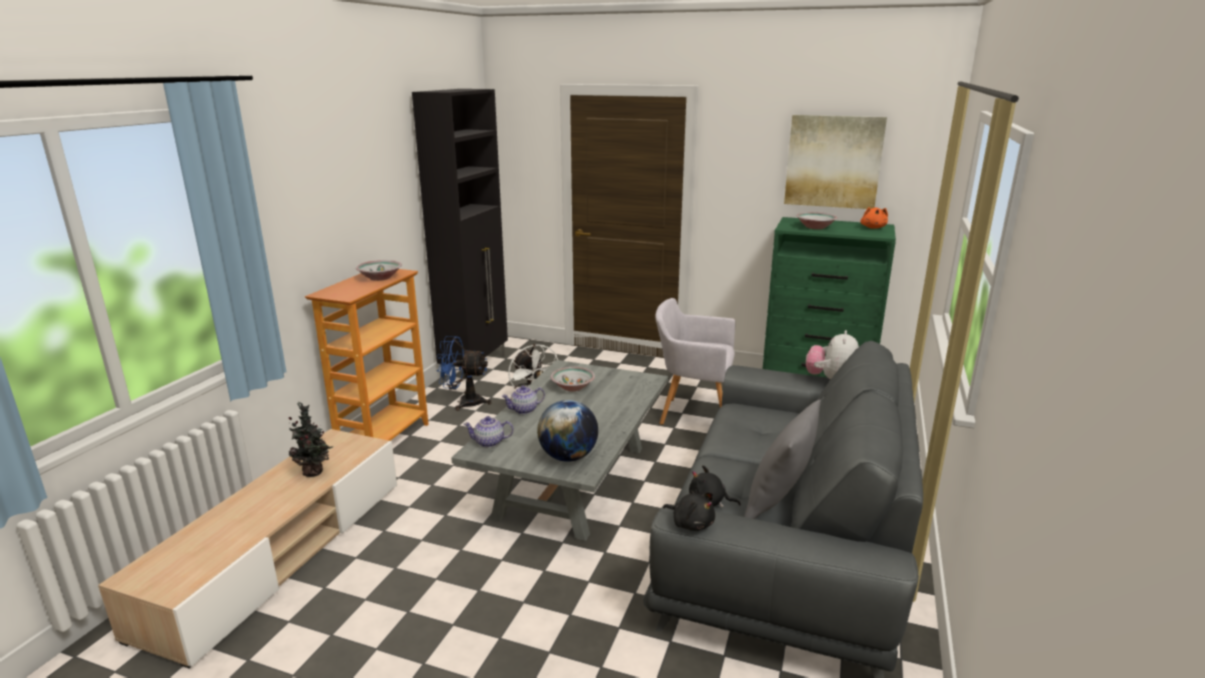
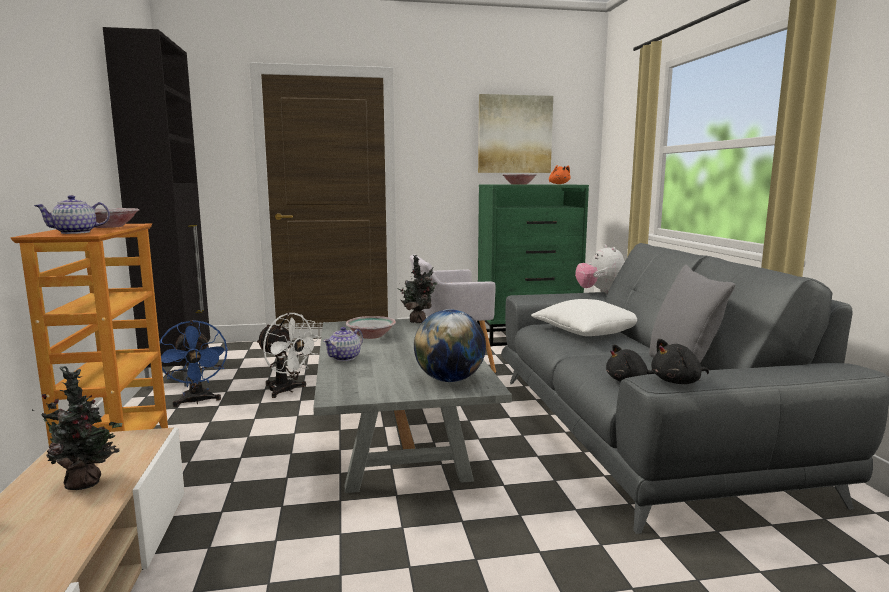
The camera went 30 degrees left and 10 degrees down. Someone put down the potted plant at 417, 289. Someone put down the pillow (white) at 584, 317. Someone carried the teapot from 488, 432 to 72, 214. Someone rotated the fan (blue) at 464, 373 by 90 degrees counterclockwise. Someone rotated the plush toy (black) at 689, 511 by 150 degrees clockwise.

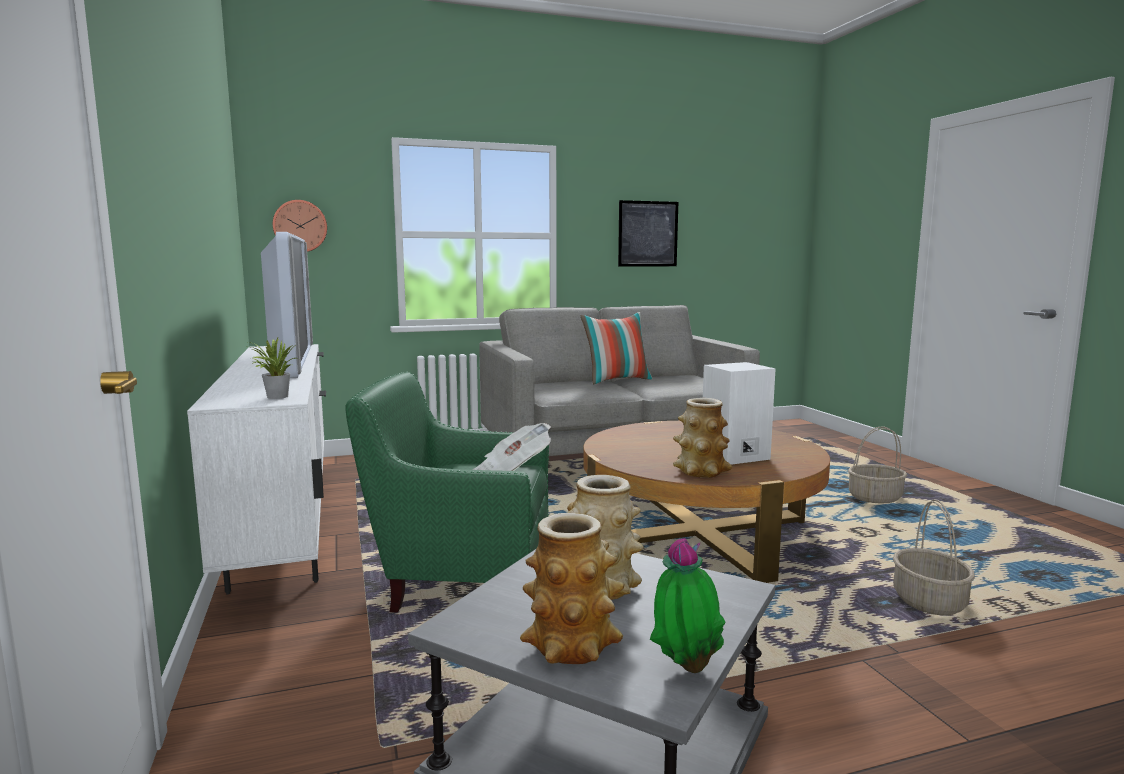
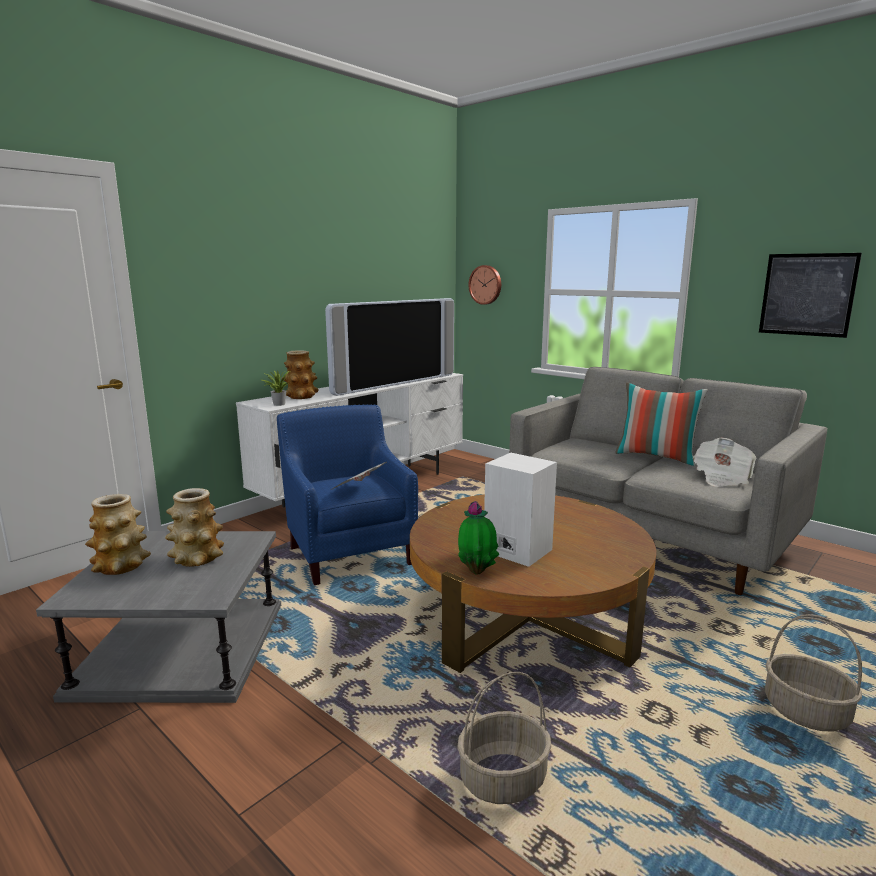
The camera went 60 degrees right and 5 degrees up. Someone put down the newspaper at 724, 462. Someone carried the potted plant from 688, 605 to 479, 537. Someone carried the vase from 702, 438 to 300, 374. Someone repainted the armchair (green) at 447, 492, which became the armchair (blue) at 347, 495.

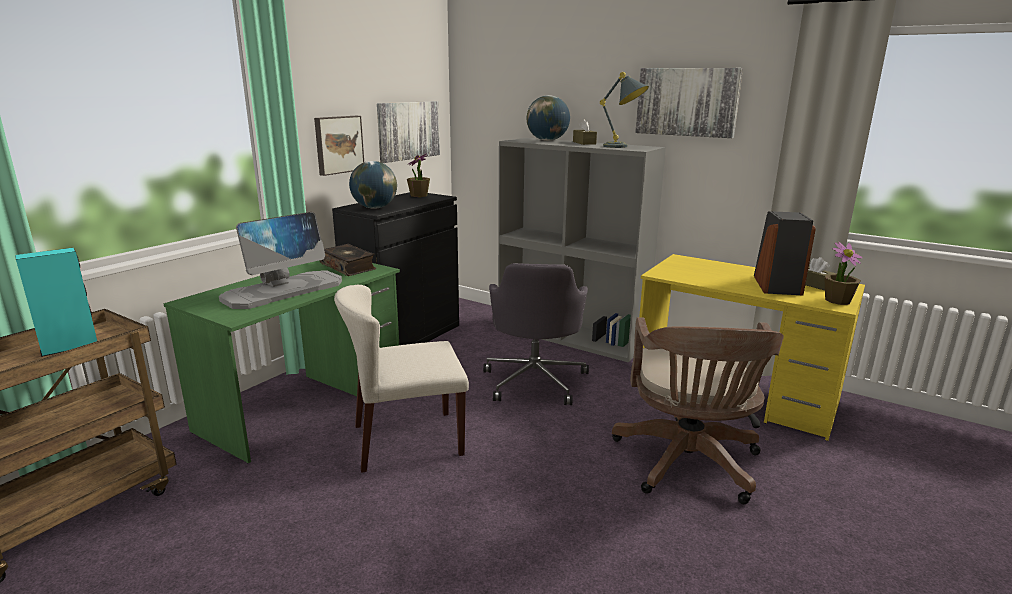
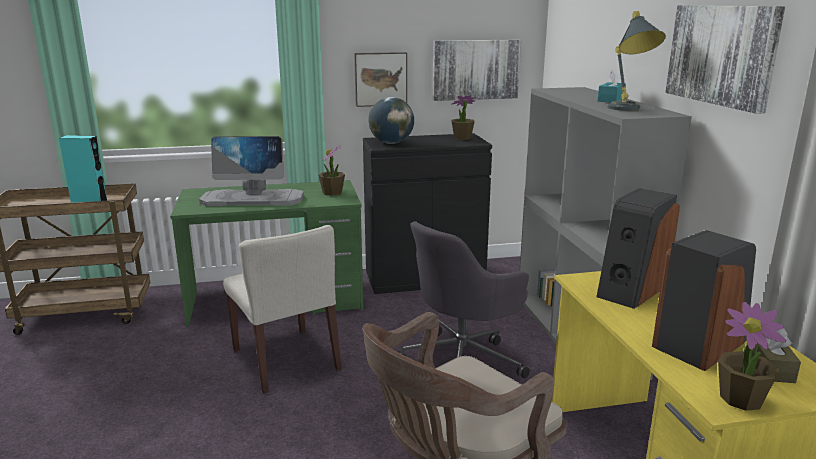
The camera went 45 degrees right and 0 degrees up. Someone took away the globe at 548, 118. Someone put down the speaker at 638, 248. Someone swapped the book at 348, 260 for the potted plant at 331, 171. Someone repainted the tissue box (brown) at 585, 132, which became the tissue box (turquoise) at 612, 86. Someone rotated the chair (beige) at 401, 379 by 150 degrees counterclockwise.

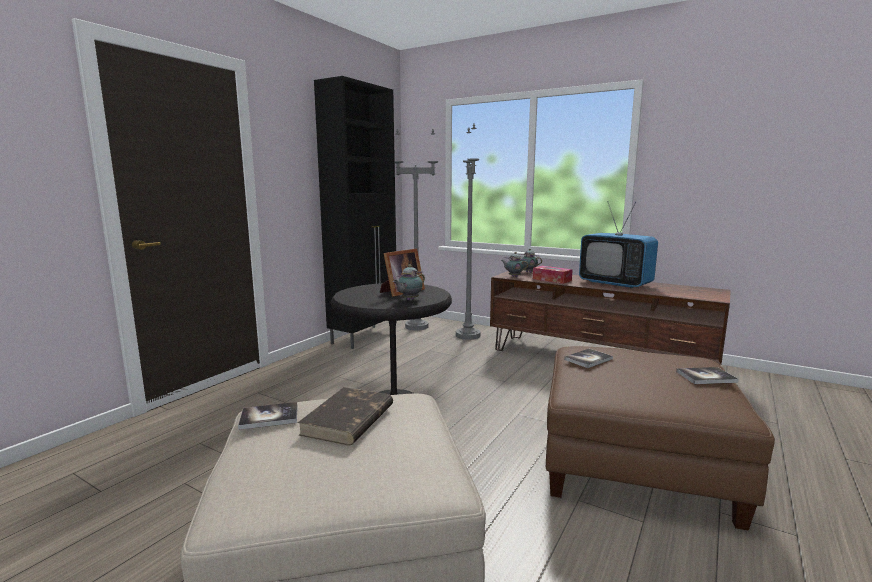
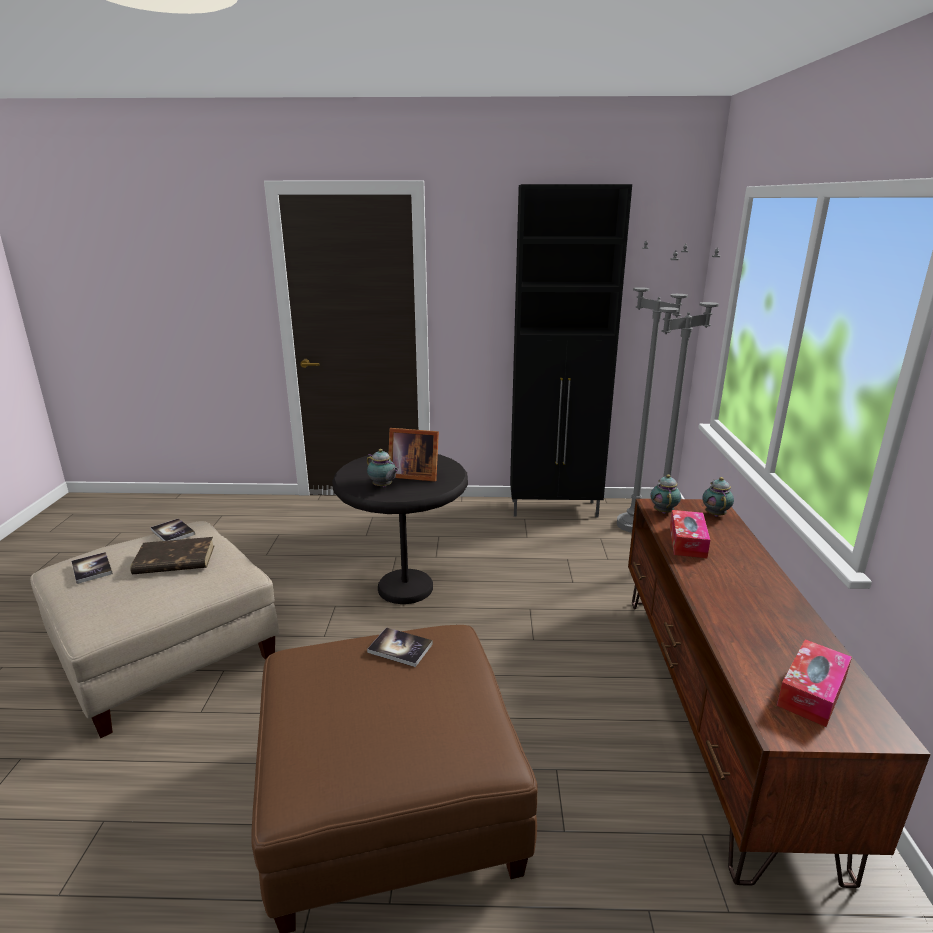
The camera went 60 degrees right and 10 degrees up. Someone took away the television at 618, 244. Someone put down the tissue box at 814, 683. Someone carried the book from 707, 375 to 92, 568. Someone rotated the teapot at 409, 282 by 150 degrees counterclockwise.

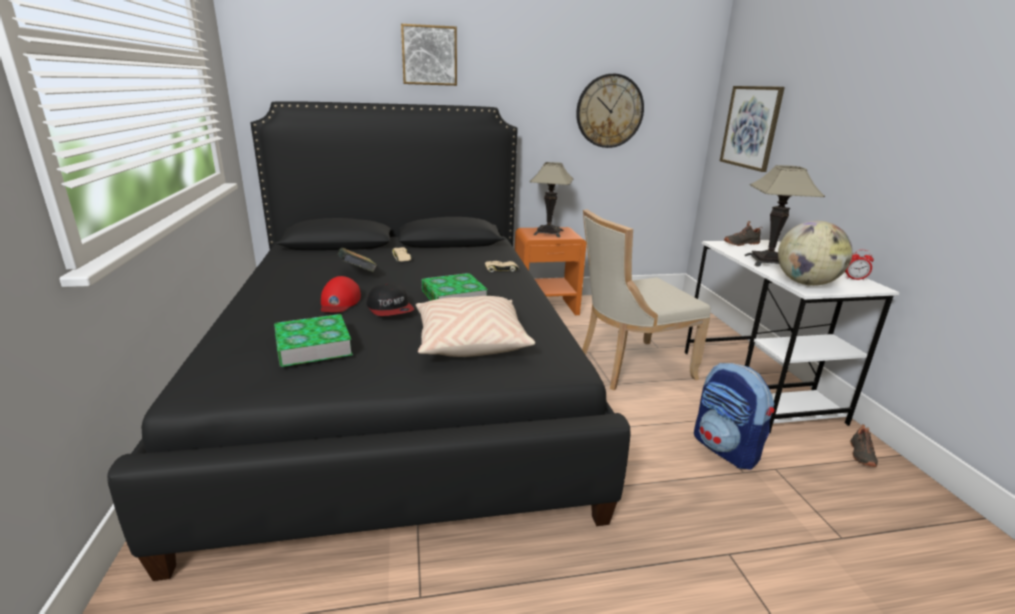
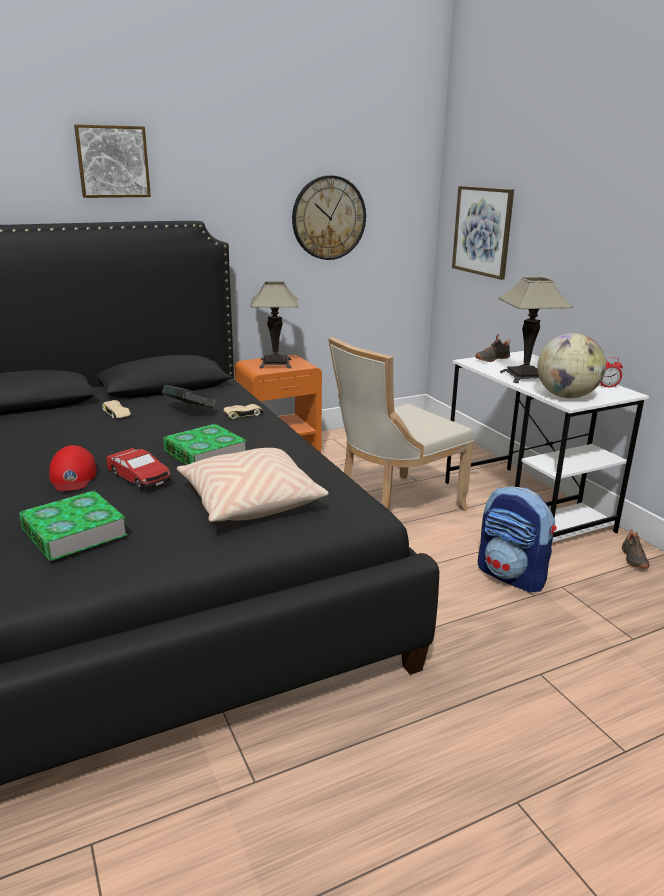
The camera went 15 degrees left and 0 degrees up. Someone carried the book from 357, 260 to 189, 396. Someone swapped the cap at 390, 299 for the toy car at 138, 468.

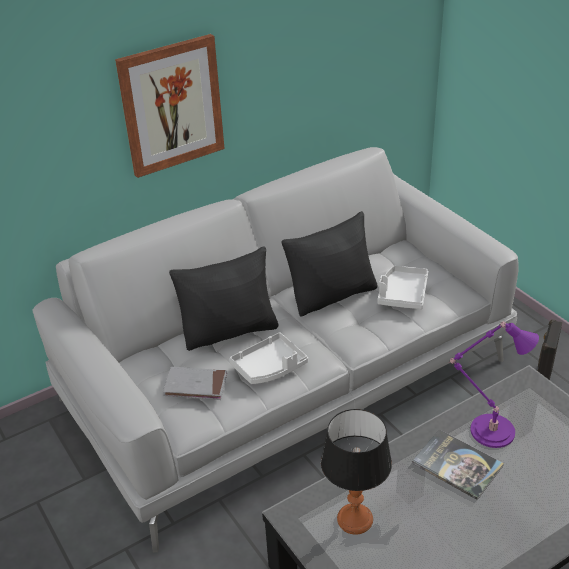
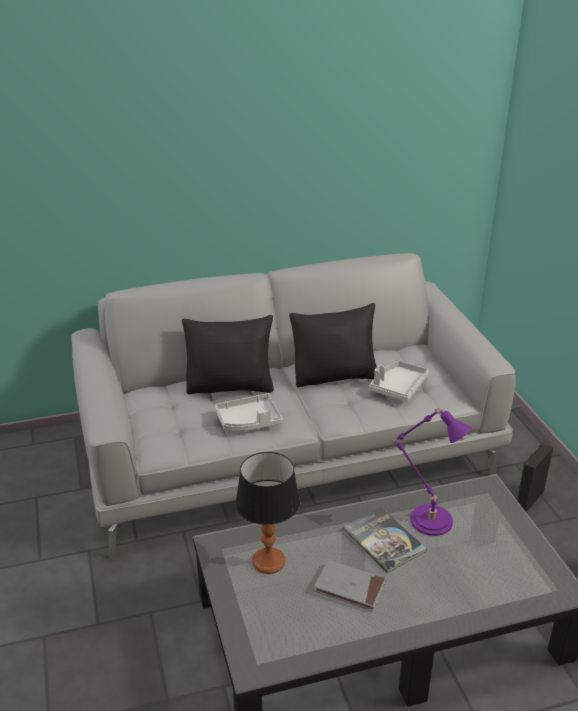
The camera went 15 degrees right and 5 degrees down. Someone took away the picture at 170, 106. Someone carried the book (grey) from 195, 383 to 349, 585.

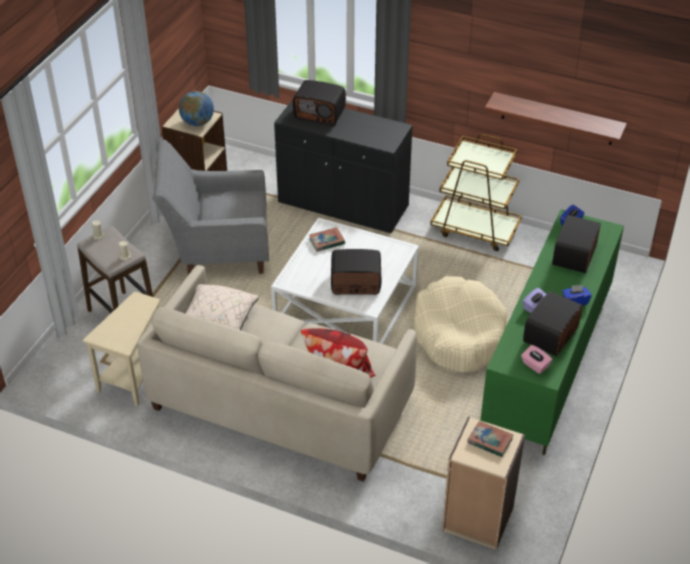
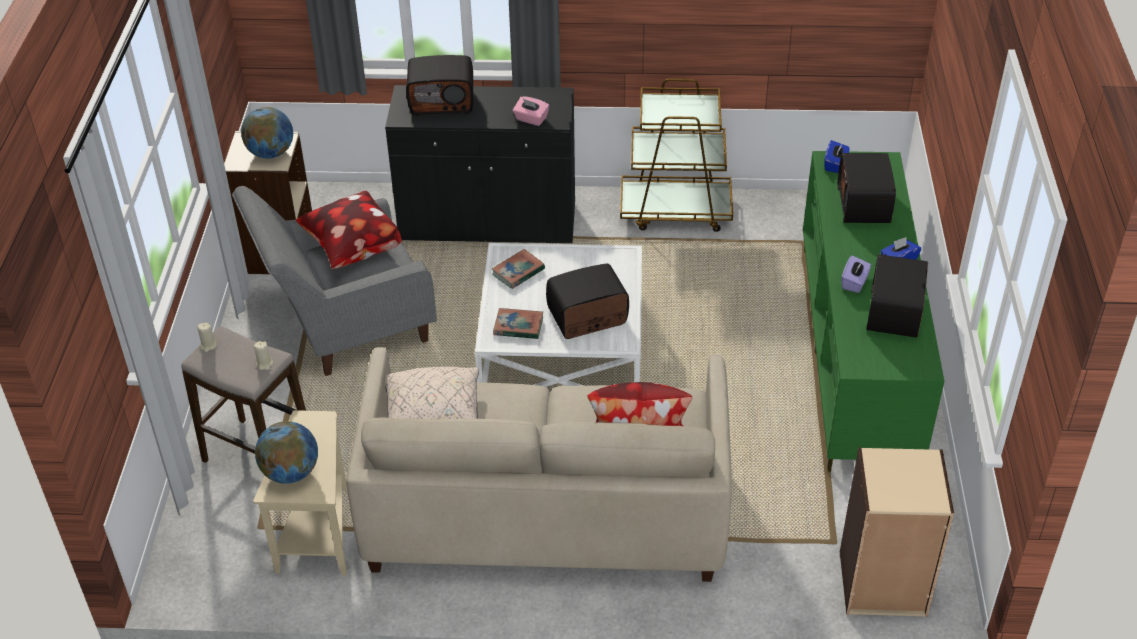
The camera went 20 degrees left and 0 degrees up. Someone took away the dog bed (beige) at 460, 324. Someone took away the shelf at 556, 118. Someone put down the globe at 286, 452. Someone put down the pillow at 349, 230. Someone carried the book from 490, 439 to 518, 323. Someone carried the tissue box (pink) from 536, 359 to 531, 111.

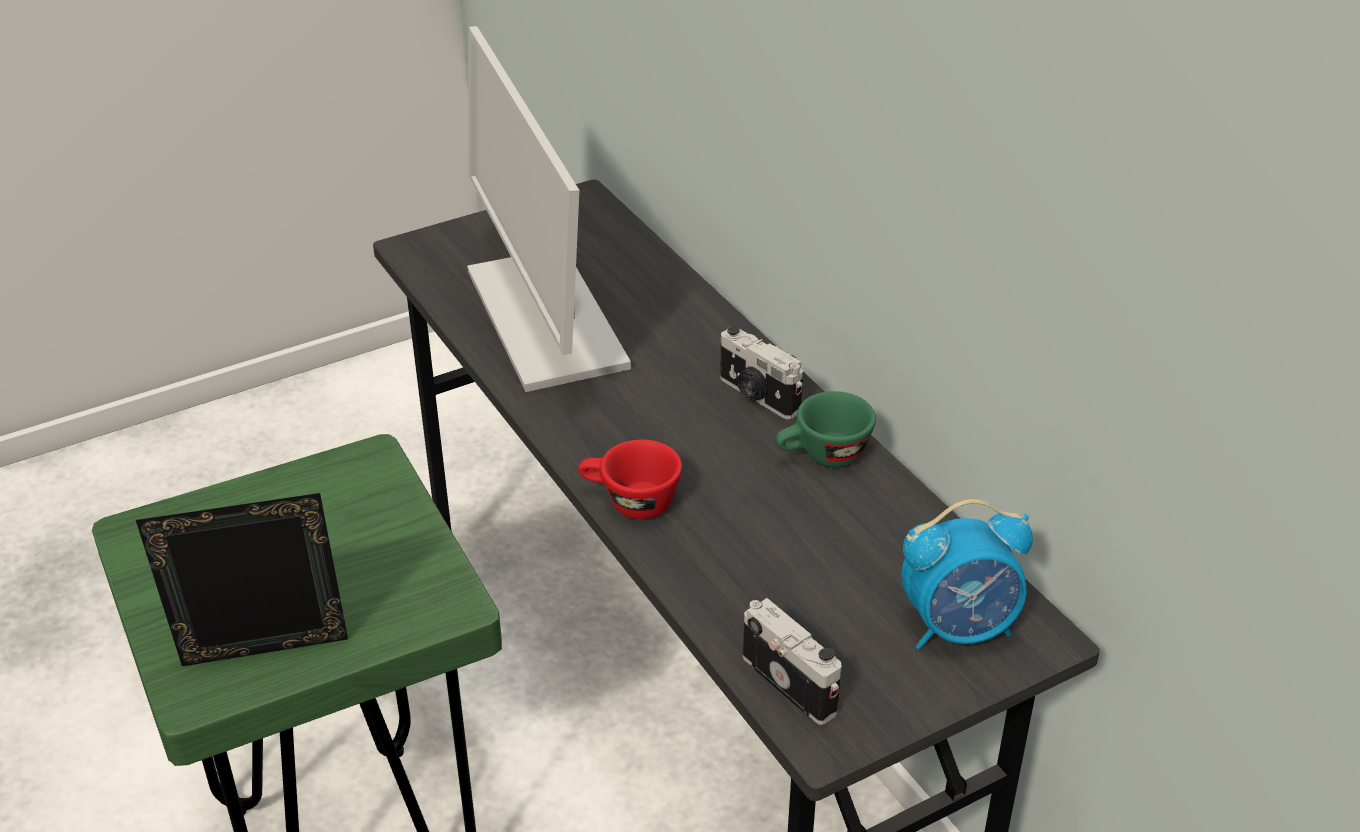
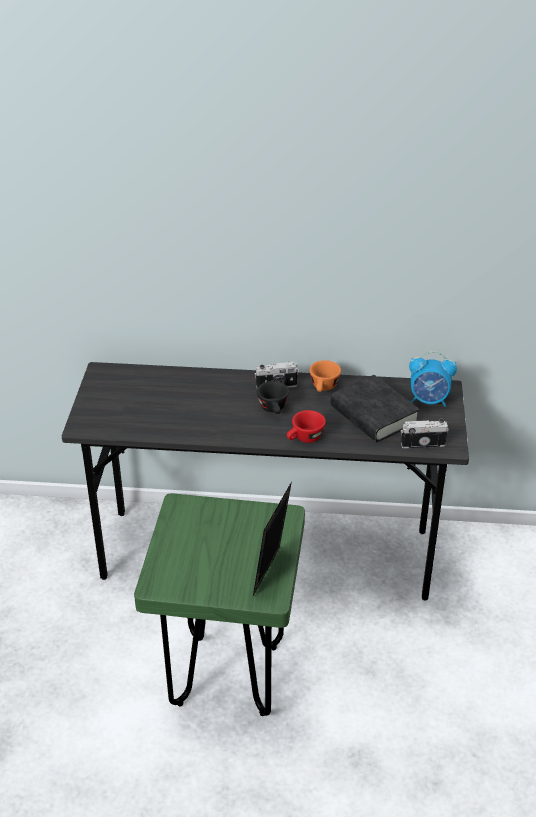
The camera went 55 degrees left and 0 degrees up. Someone took away the monitor at 549, 209. Someone put down the cup (black) at 273, 397. Someone put down the book (black) at 375, 408. Someone repainted the cup (green) at 826, 429, which became the cup (orange) at 325, 376. Someone rotated the alarm clock at 967, 574 by 75 degrees clockwise.

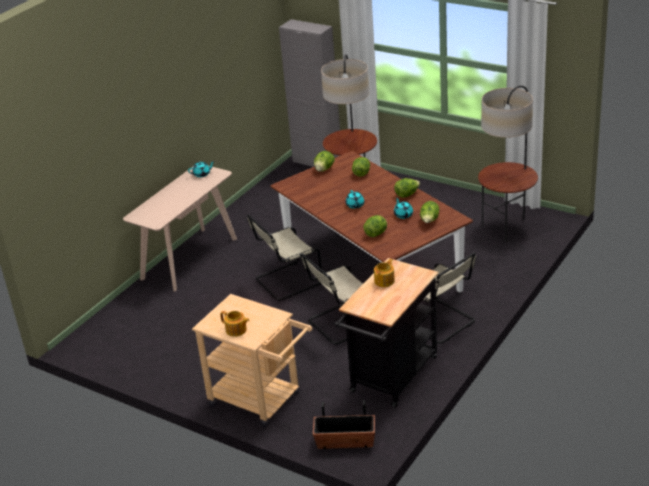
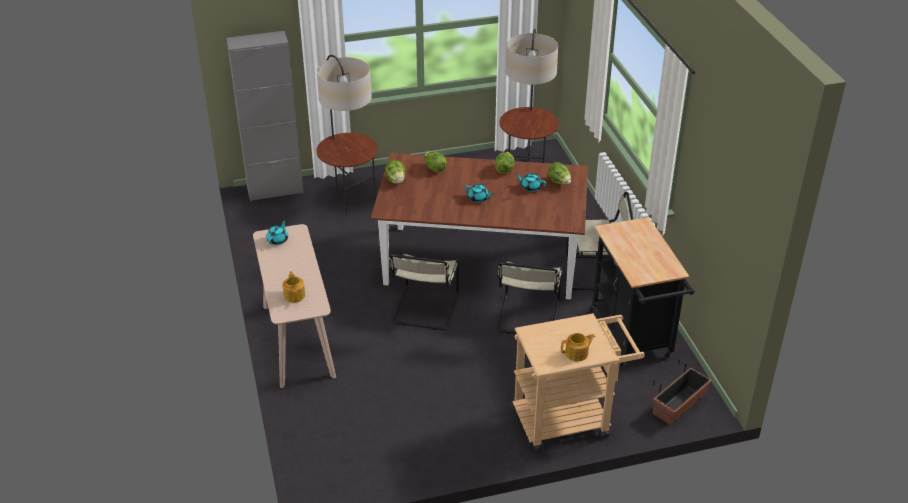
The camera went 50 degrees left and 5 degrees up. Someone took away the lettuce at 375, 226. Someone carried the teapot from 384, 273 to 294, 287.

